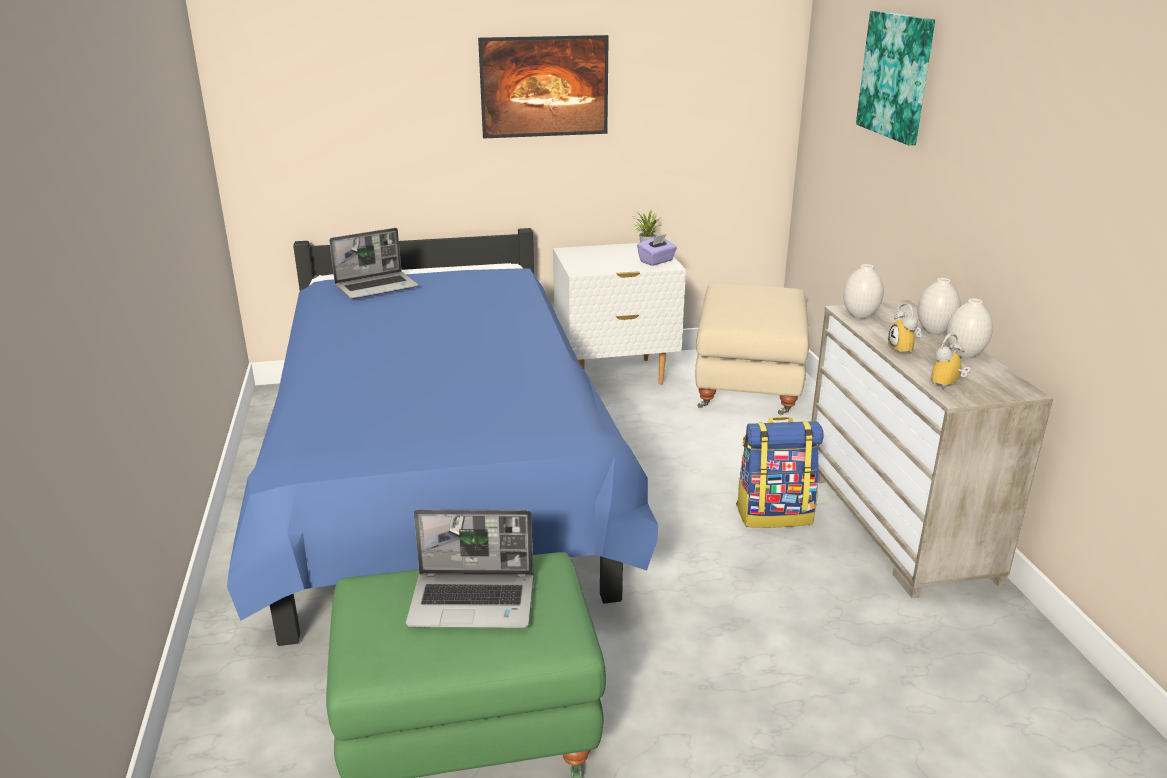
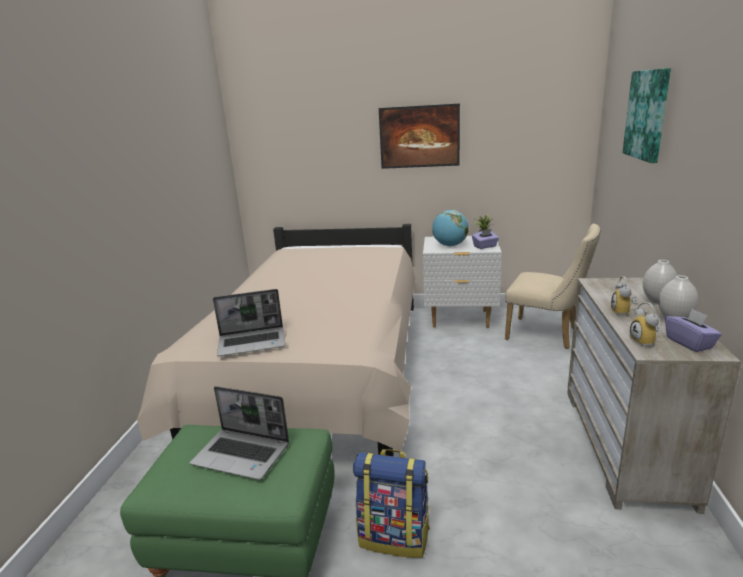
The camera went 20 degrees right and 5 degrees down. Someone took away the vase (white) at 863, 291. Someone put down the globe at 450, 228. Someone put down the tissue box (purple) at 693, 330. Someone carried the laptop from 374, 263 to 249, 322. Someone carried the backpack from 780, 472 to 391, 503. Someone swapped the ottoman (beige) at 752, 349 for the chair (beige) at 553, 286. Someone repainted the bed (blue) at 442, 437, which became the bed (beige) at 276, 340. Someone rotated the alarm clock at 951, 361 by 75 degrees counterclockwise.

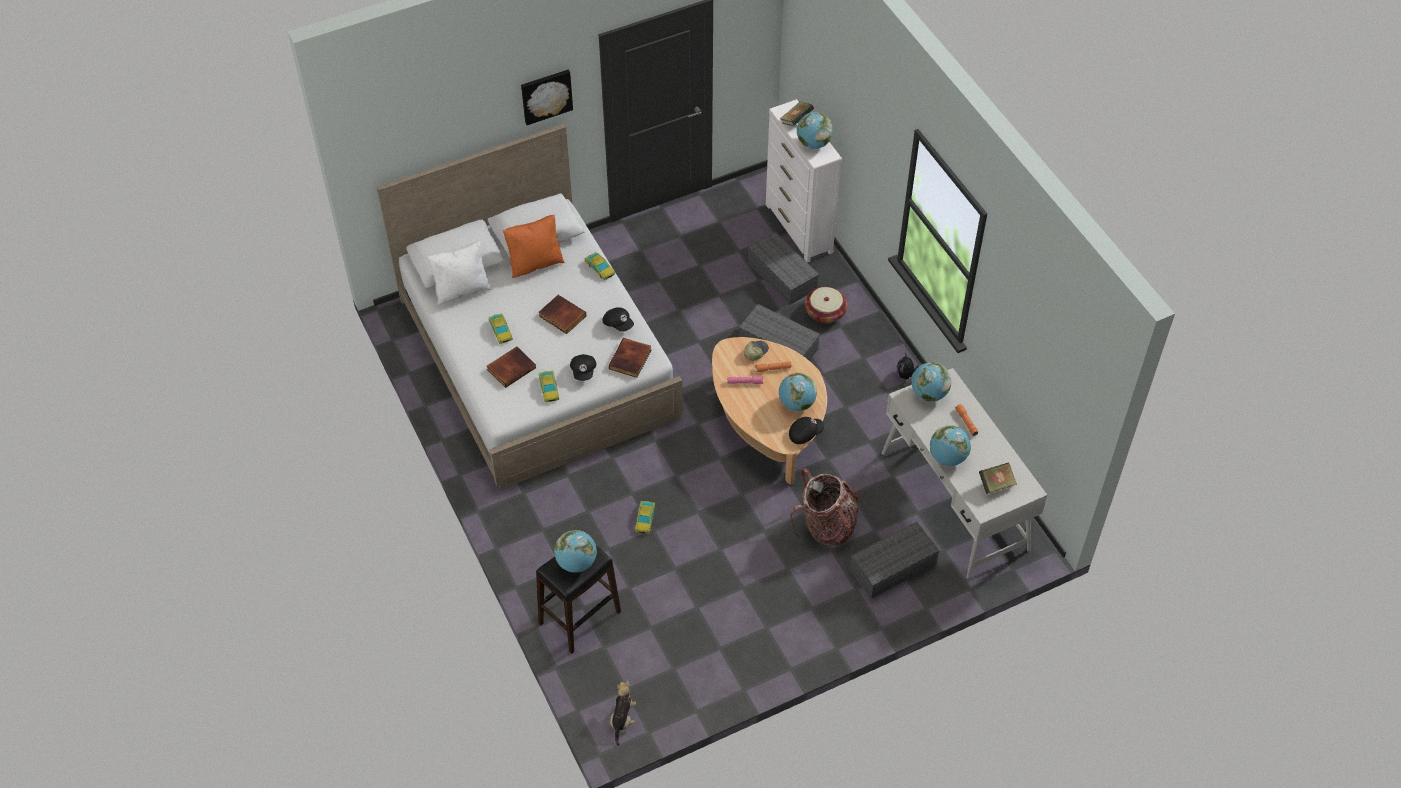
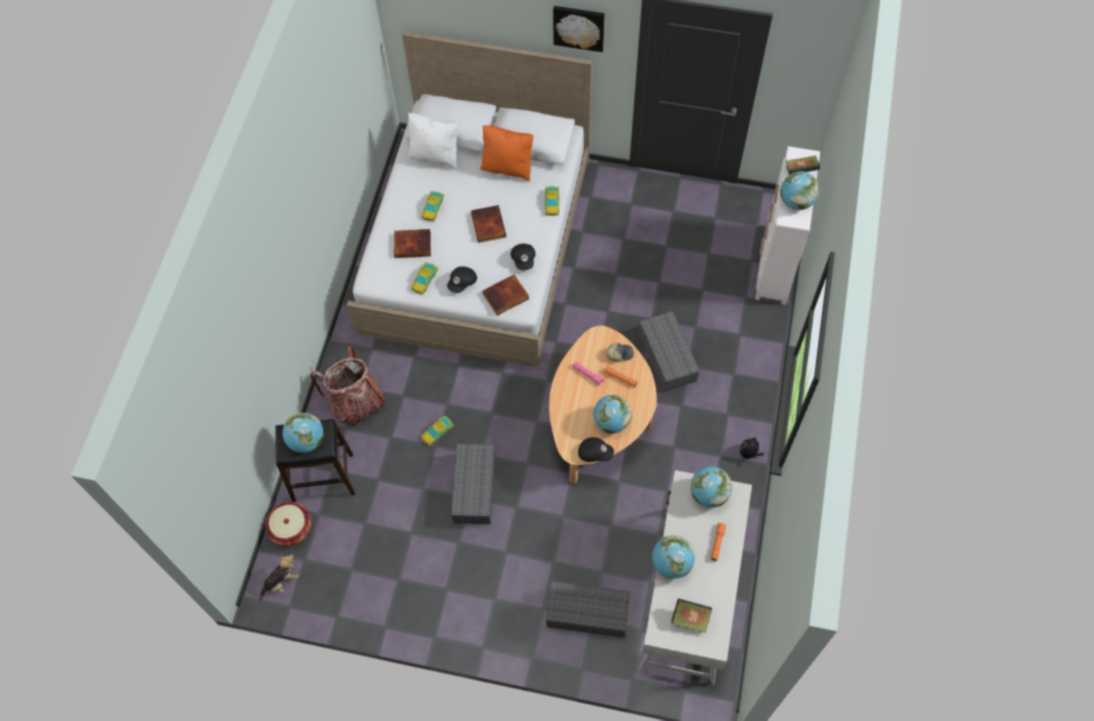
The camera went 40 degrees right and 10 degrees up. Someone carried the storage box (grey) from 783, 268 to 473, 484. Someone carried the backpack from 824, 507 to 347, 385. Someone carried the basket from 826, 305 to 288, 524.

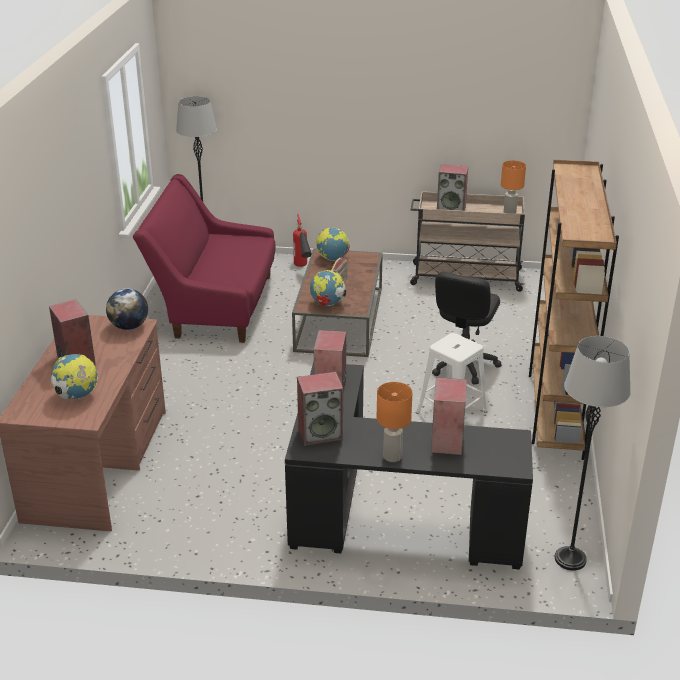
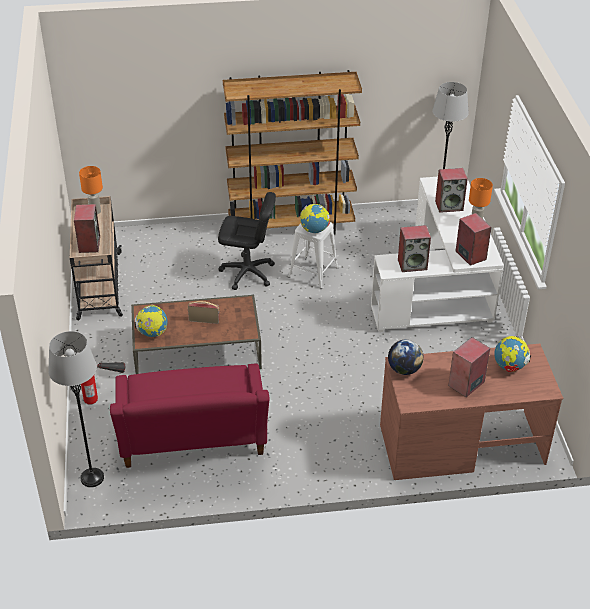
The camera went 105 degrees left and 10 degrees up. Someone carried the globe from 328, 287 to 315, 218. Someone repainted the desk (black) at 409, 466, which became the desk (white) at 437, 254.

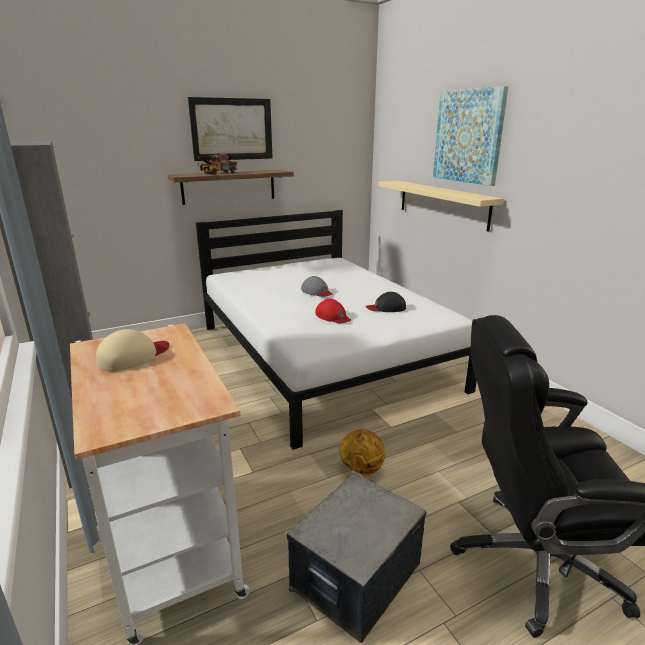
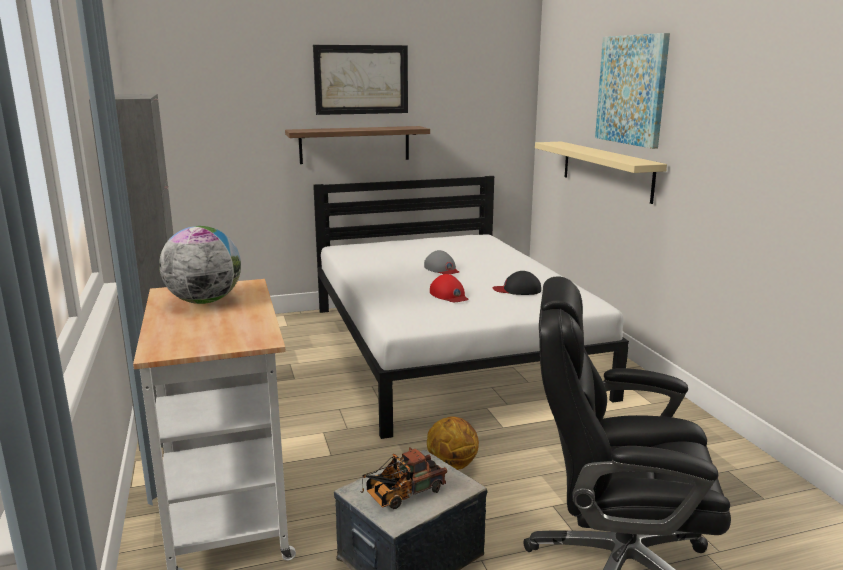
The camera went 10 degrees right and 5 degrees down. Someone carried the toy truck from 217, 164 to 403, 478. Someone swapped the cap (beige) at 132, 350 for the globe at 200, 265.

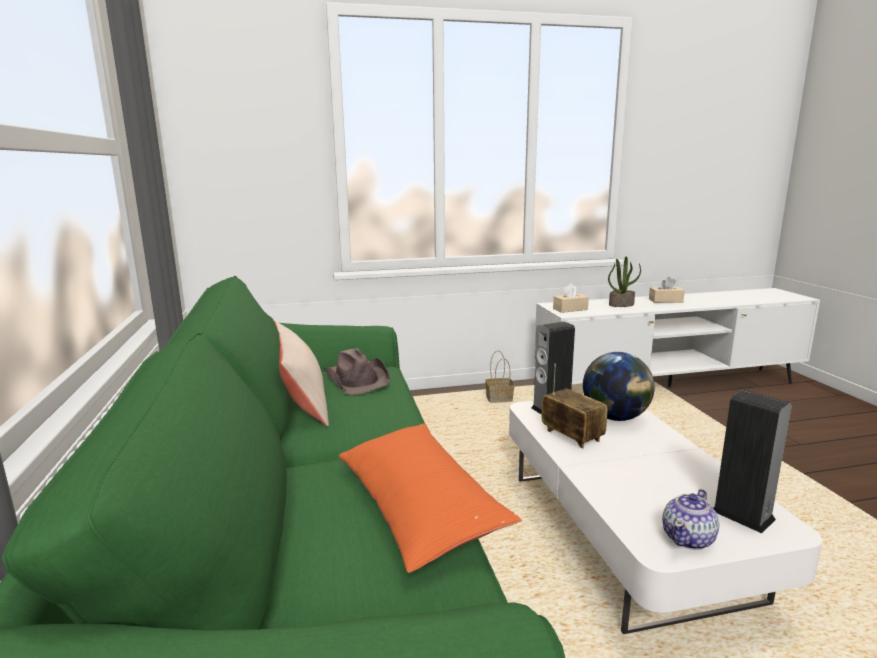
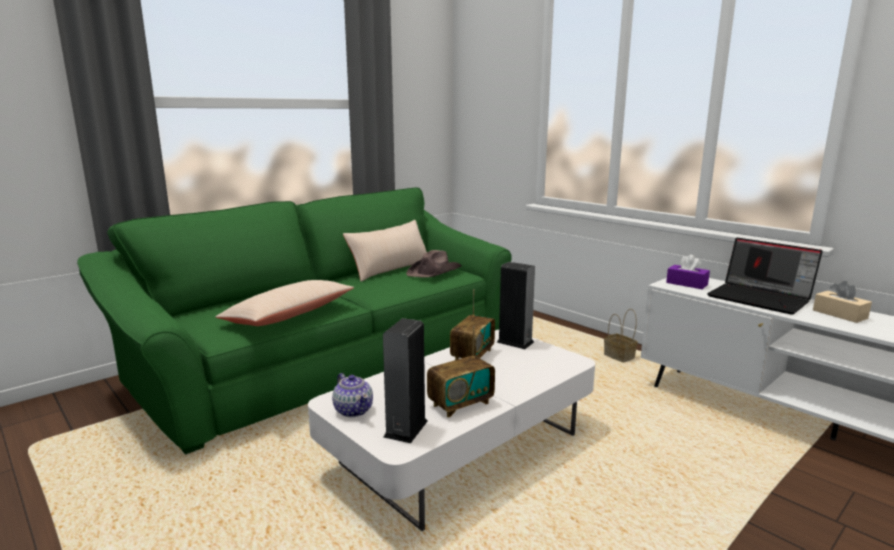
The camera went 60 degrees right and 0 degrees up. Someone took away the globe at 619, 386. Someone put down the radio at 461, 371. Someone swapped the potted plant at 624, 281 for the laptop at 765, 276. Someone repainted the pillow (orange) at 430, 498, which became the pillow (beige) at 284, 303. Someone repainted the tissue box (beige) at 571, 298, which became the tissue box (purple) at 688, 272. Someone rotated the teapot at 690, 519 by 135 degrees counterclockwise.

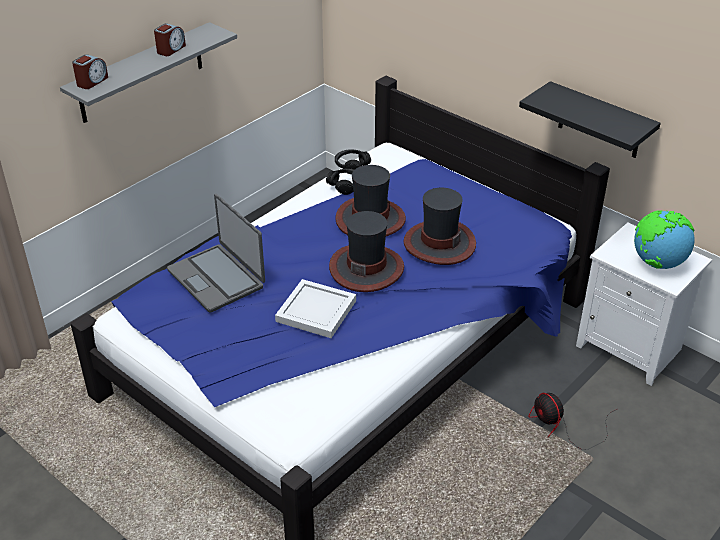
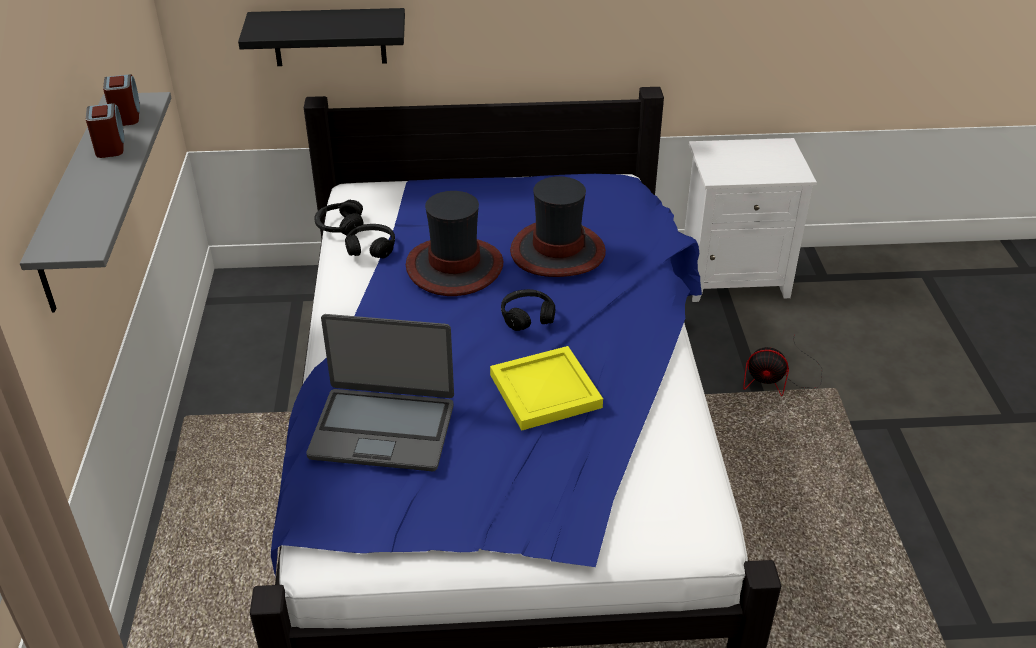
The camera went 45 degrees left and 0 degrees up. Someone took away the globe at 664, 239. Someone carried the alarm clock from 90, 71 to 121, 100. Someone carried the shelf (black) from 590, 119 to 321, 37. Someone swapped the hat at 366, 251 for the headphones (black) at 528, 310. Someone repainted the tray (white) at 315, 308, which became the tray (yellow) at 546, 388.

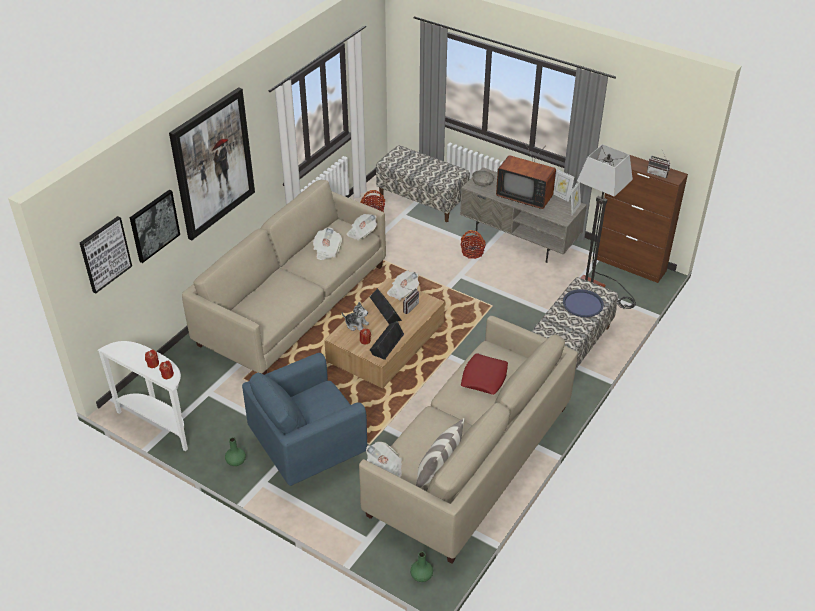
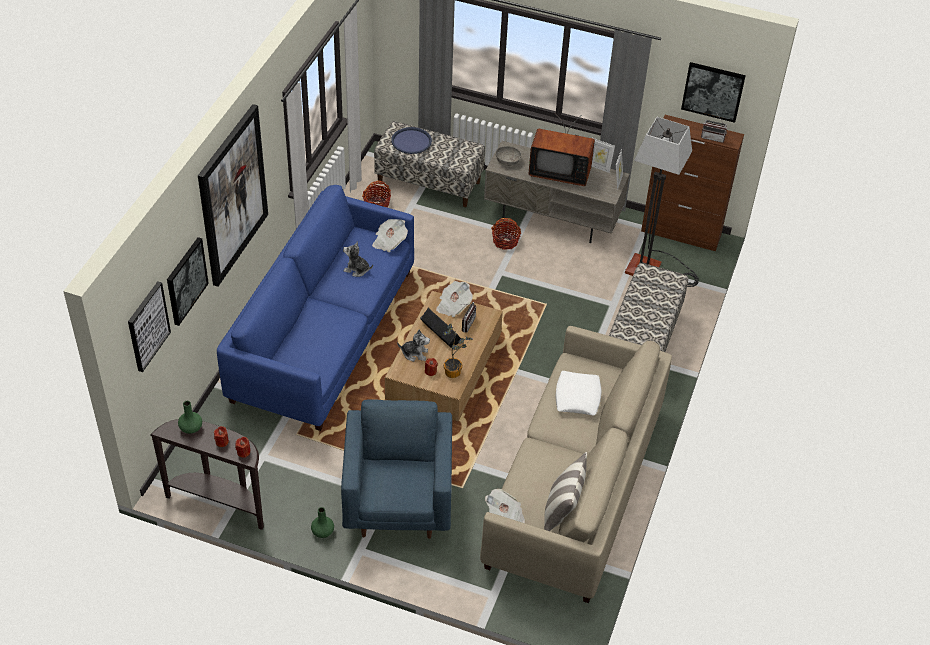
The camera went 15 degrees left and 5 degrees up. Someone put up the picture at 713, 92. Someone carried the vase (green) from 421, 566 to 190, 417. Someone carried the tray (blue) from 583, 303 to 411, 140. Someone swapped the newspaper at 327, 243 for the plush toy at 358, 259. Someone swapped the speaker (black) at 387, 340 for the potted plant at 458, 350. Someone repainted the console table (white) at 142, 396, which became the console table (brown) at 207, 474. Someone repainted the sofa (beige) at 284, 277, which became the sofa (blue) at 315, 308. Someone repainted the pillow (red) at 484, 374, which became the pillow (white) at 578, 393. Someone rotated the armchair (blue) at 304, 419 by 135 degrees clockwise.

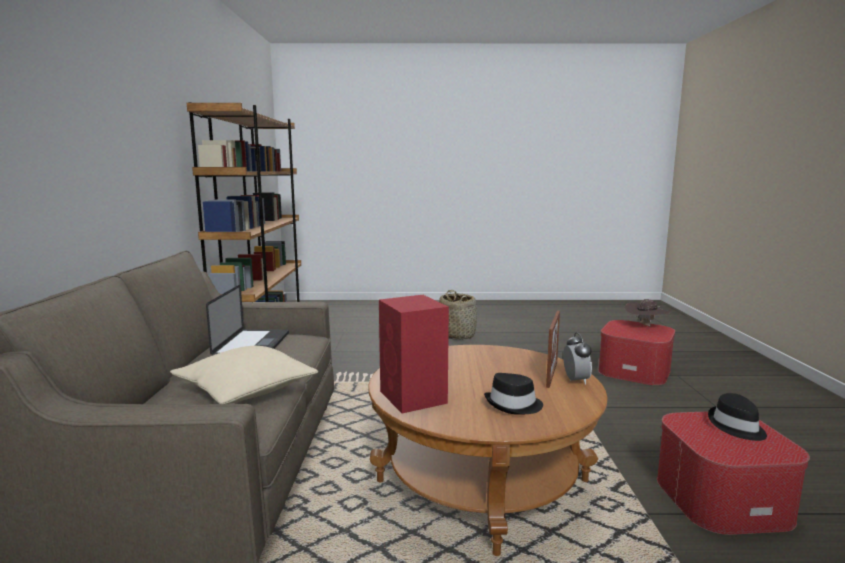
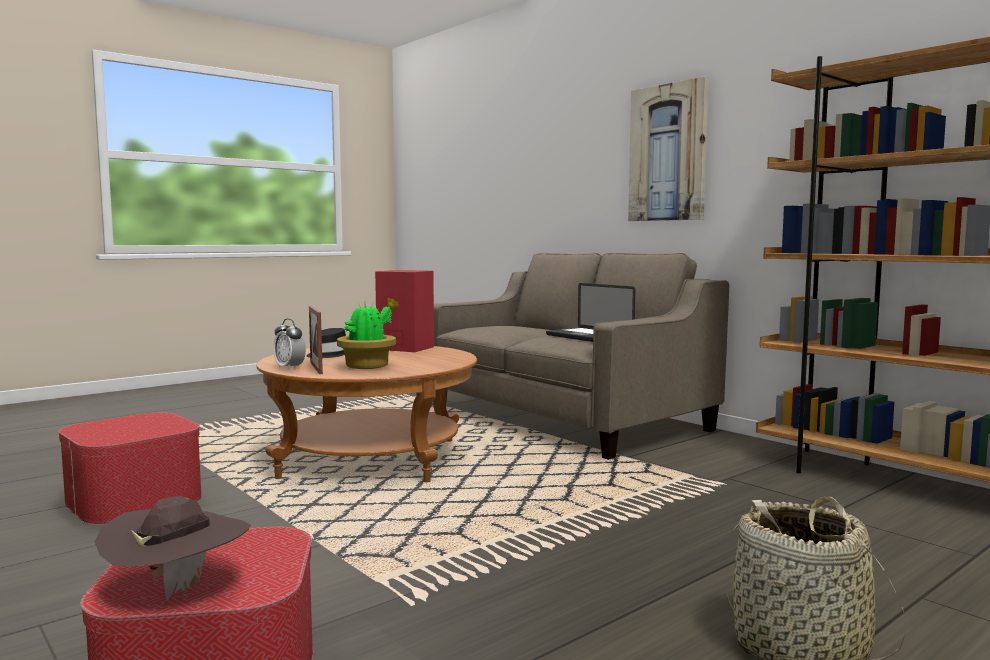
The camera went 140 degrees right and 5 degrees down. Someone took away the pillow (beige) at 244, 375. Someone took away the hat (black) at 737, 417. Someone put down the potted plant at 368, 333. Someone put up the picture at 668, 148.

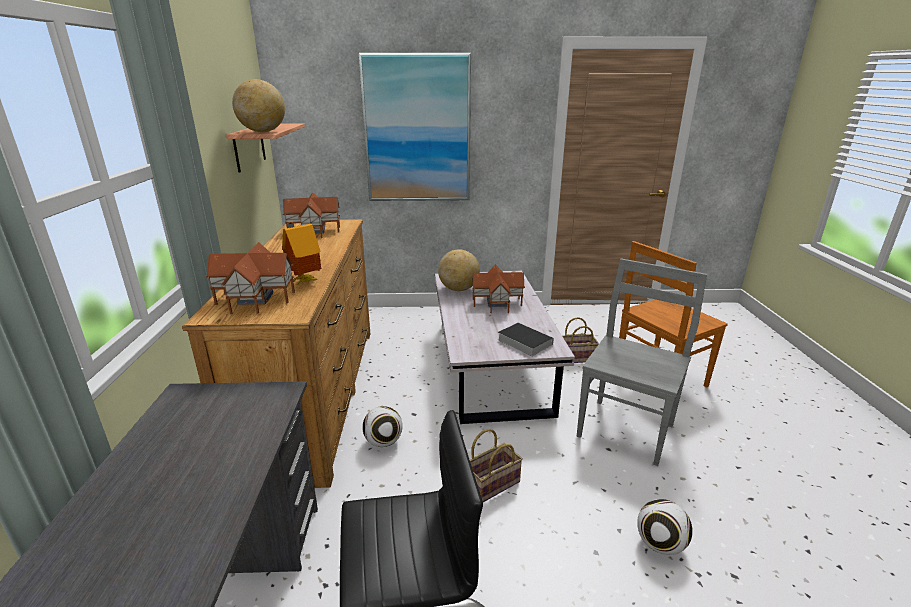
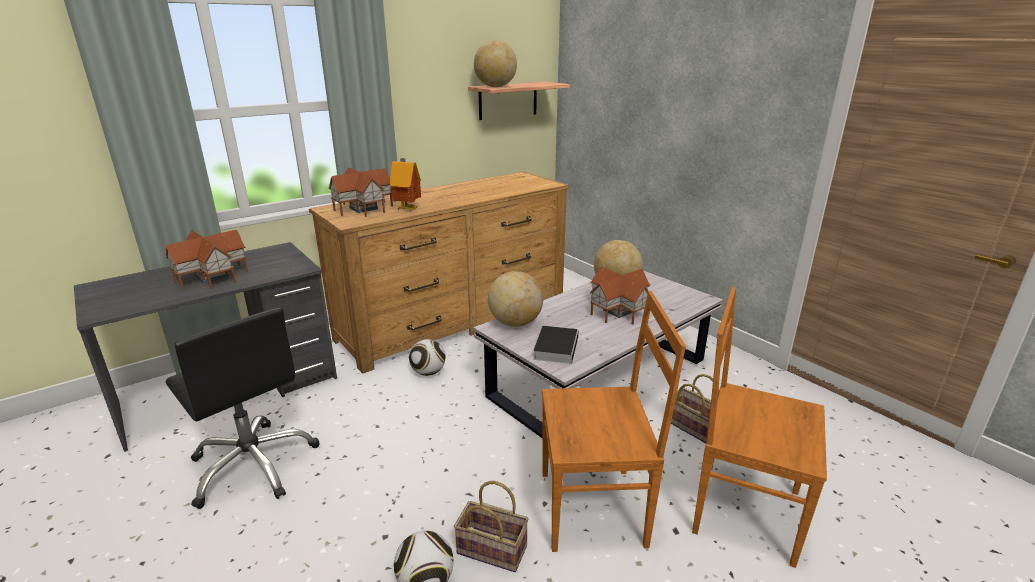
The camera went 55 degrees right and 0 degrees up. Someone took away the picture at 415, 127. Someone put down the globe at 515, 299. Someone carried the toy house from 311, 215 to 206, 260. Someone carried the basket from 496, 465 to 491, 526. Someone repainted the chair (grey) at 642, 362, which became the chair (brown) at 614, 421.

